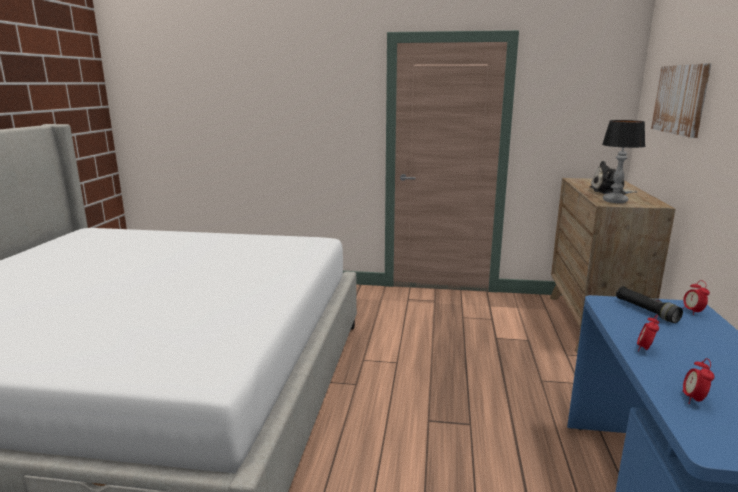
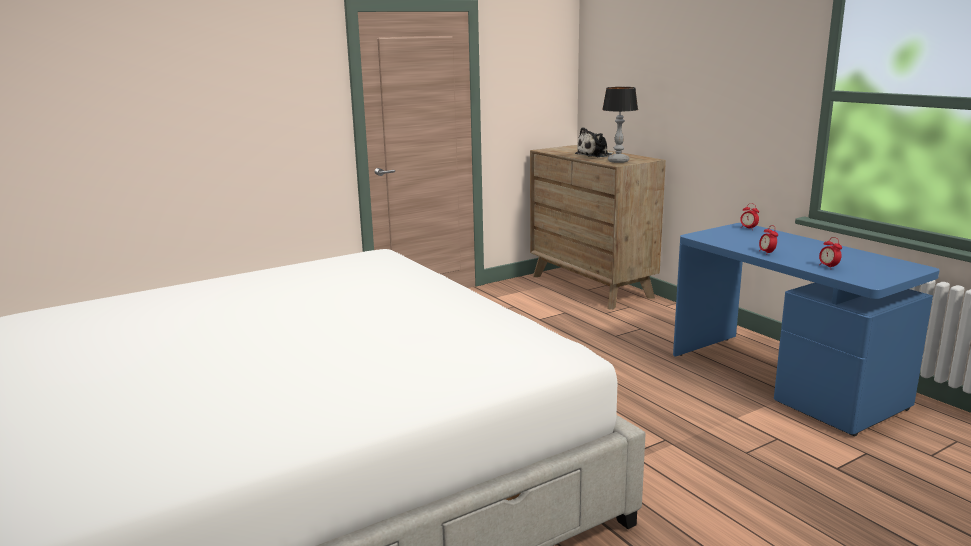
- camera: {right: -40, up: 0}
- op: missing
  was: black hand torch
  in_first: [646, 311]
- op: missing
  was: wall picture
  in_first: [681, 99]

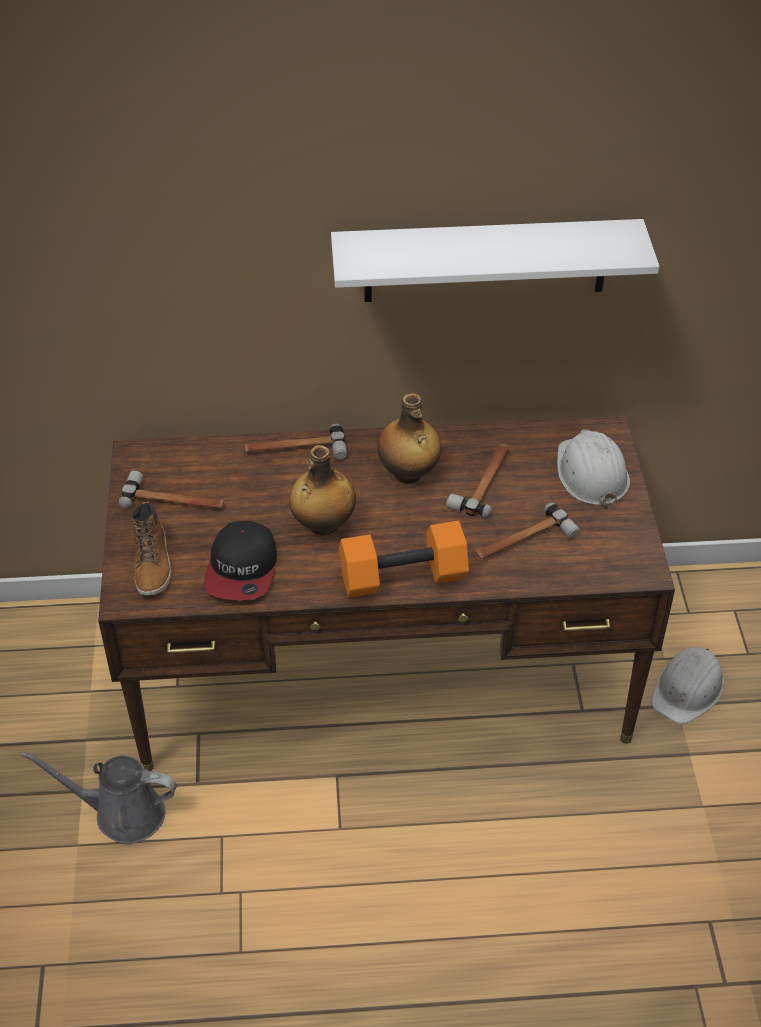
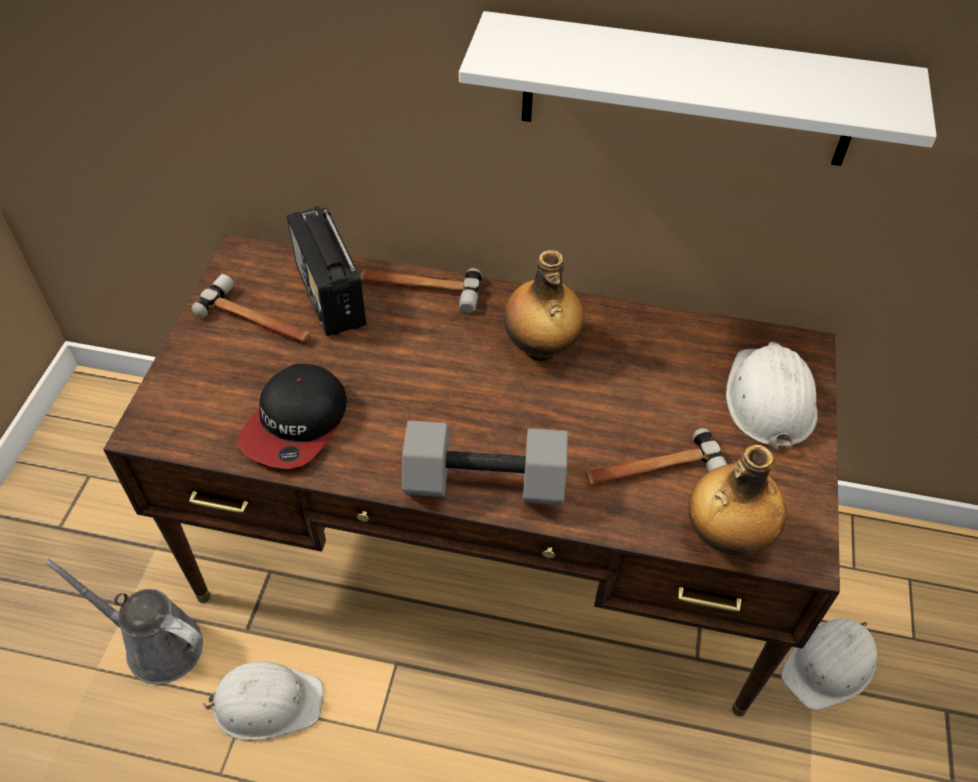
- camera: {right: 15, up: 5}
- op: missing
  was: tall boot
  in_first: [152, 564]
- op: relocated
  was: bottle
  in_first: [322, 525]
  in_second: [724, 536]
- op: colour
  was: orange hand weight
  now: greyish hand weight
  in_first: [402, 578]
  in_second: [483, 485]
- op: missing
  was: tool hammer
  in_first: [484, 482]
- op: appeared
  now: whitish safety helmet
  in_second: [266, 702]
- op: appeared
  now: radio receiver
  in_second: [330, 297]

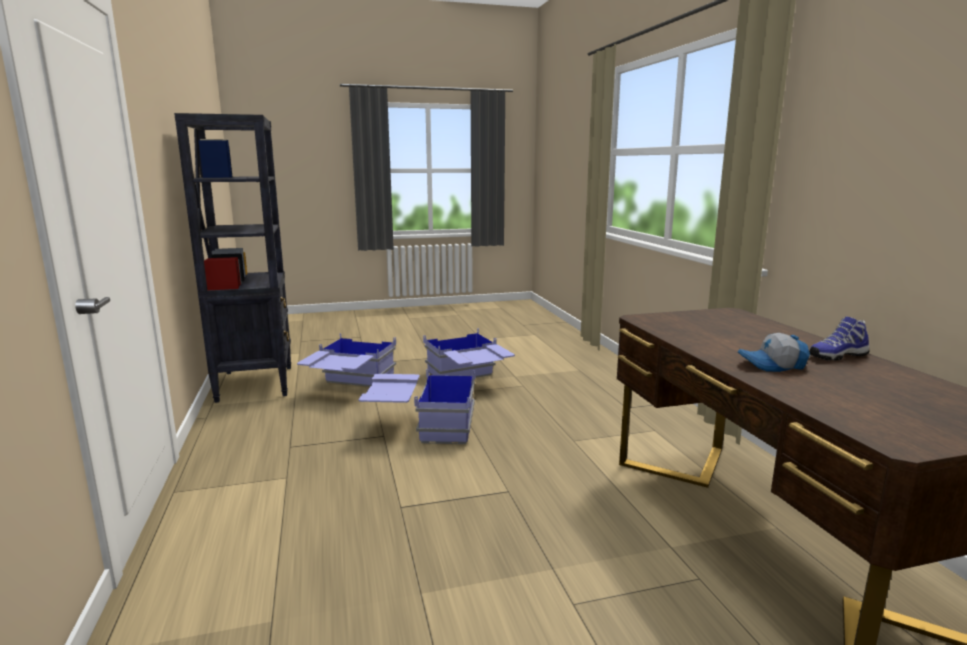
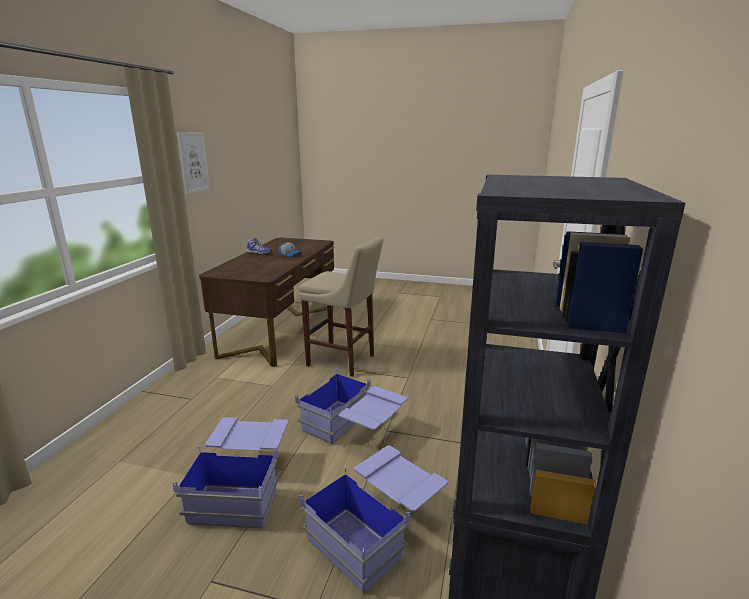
- camera: {right: -150, up: 5}
- op: appeared
  now: wall picture
  in_second: [193, 162]
- op: appeared
  now: beige-coloured stool seat
  in_second: [344, 361]

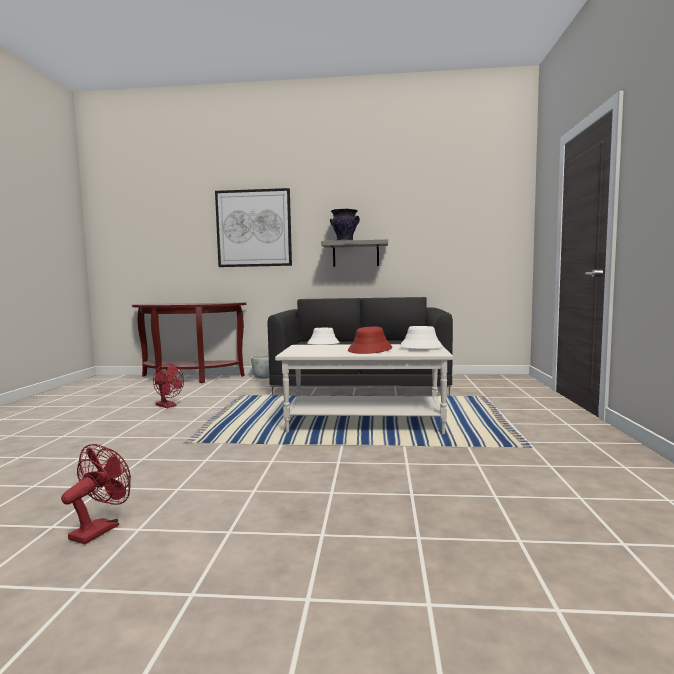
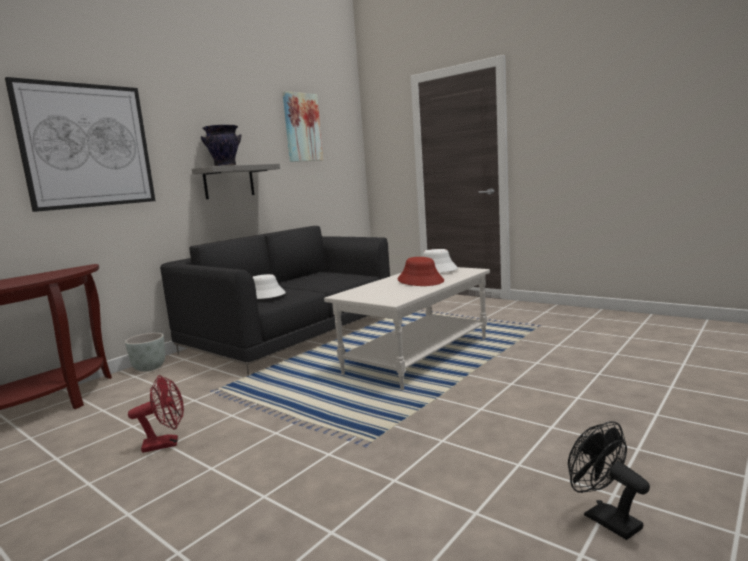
- camera: {right: -55, up: 5}
- op: colour
  was: red cooling fan
  now: black cooling fan
  in_first: [100, 529]
  in_second: [604, 518]
- op: appeared
  now: wall picture
  in_second: [302, 127]

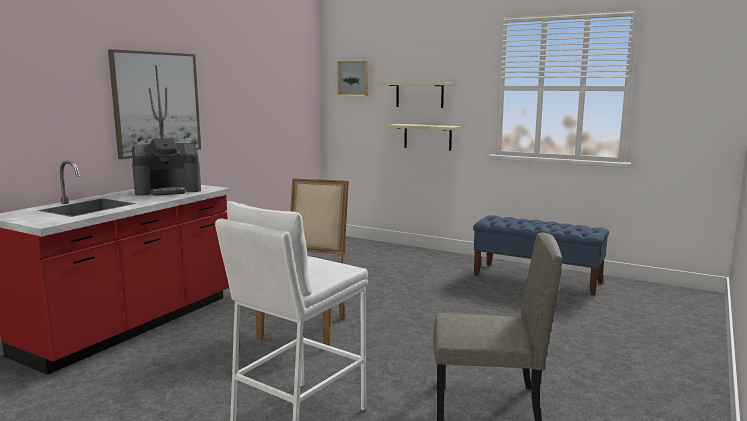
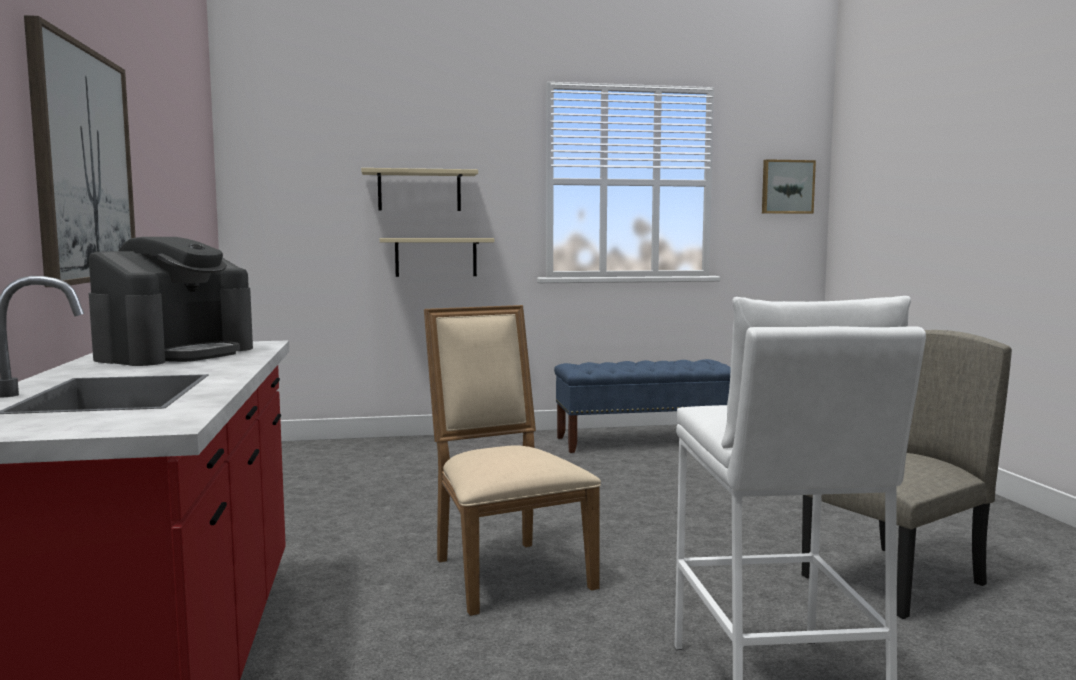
- camera: {right: -40, up: -5}
- op: relocated
  was: wall picture
  in_first: [353, 78]
  in_second: [787, 187]

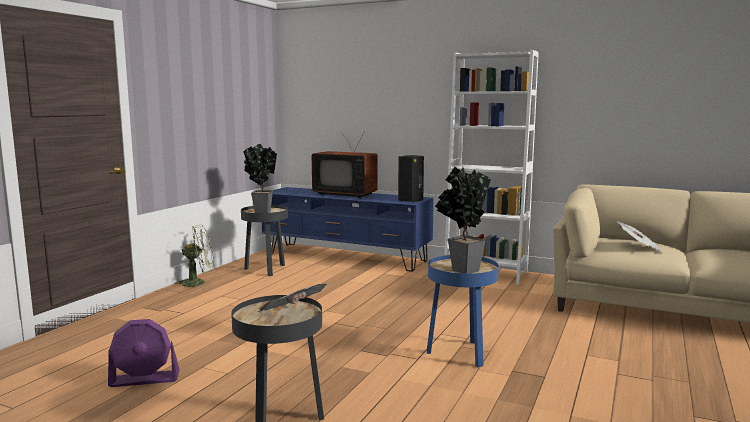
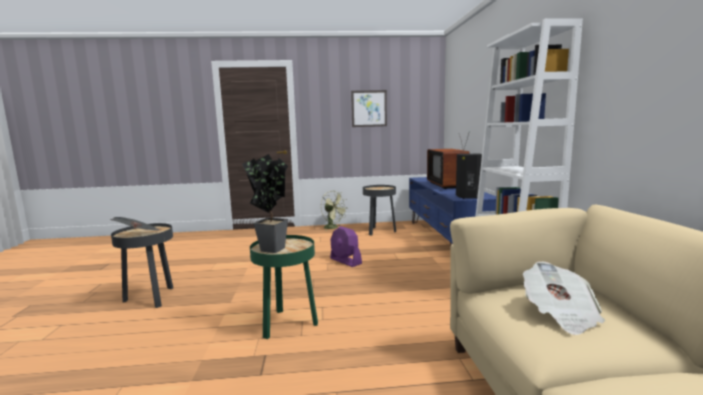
- camera: {right: 60, up: 0}
- op: relocated
  was: purple-coloured cooling fan
  in_first: [145, 379]
  in_second: [345, 261]
- op: missing
  was: plant in a pot
  in_first: [260, 212]
- op: colour
  was: blue accent table
  now: green-coloured accent table
  in_first: [461, 353]
  in_second: [287, 324]
- op: appeared
  now: wall picture
  in_second: [369, 108]

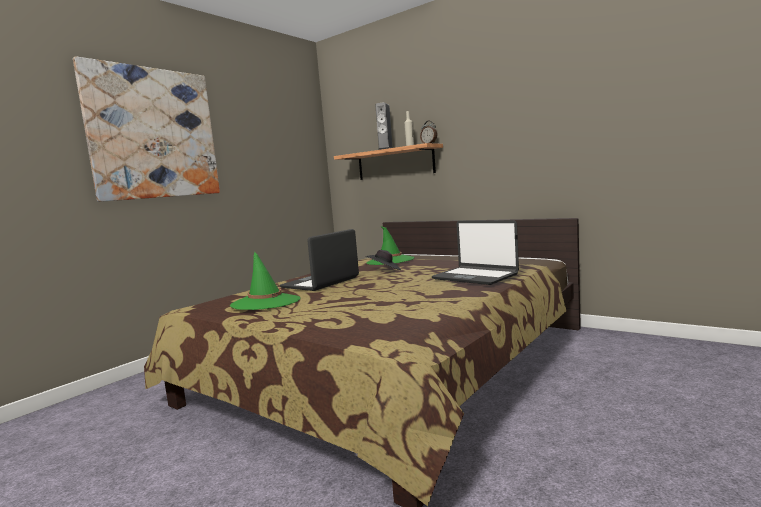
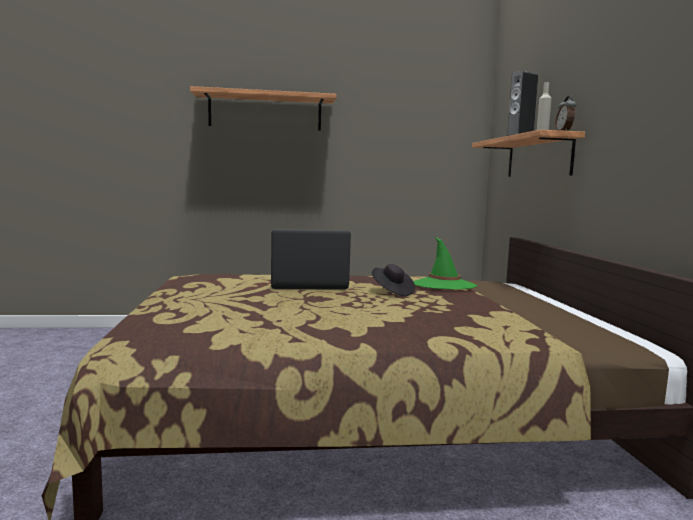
- camera: {right: 45, up: 0}
- op: exchanged
  was: wall picture
  now: bracket shelf
  in_first: [153, 133]
  in_second: [265, 112]
- op: missing
  was: green-coloured wearable hat
  in_first: [266, 303]
- op: missing
  was: notebook computer
  in_first: [475, 277]

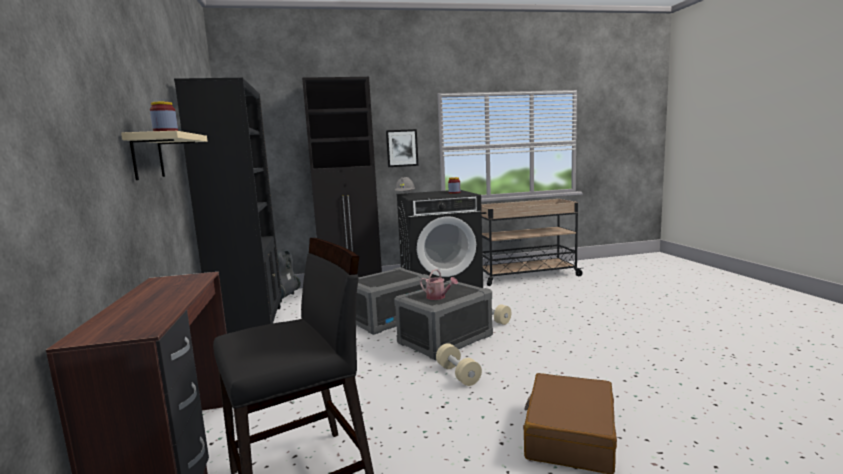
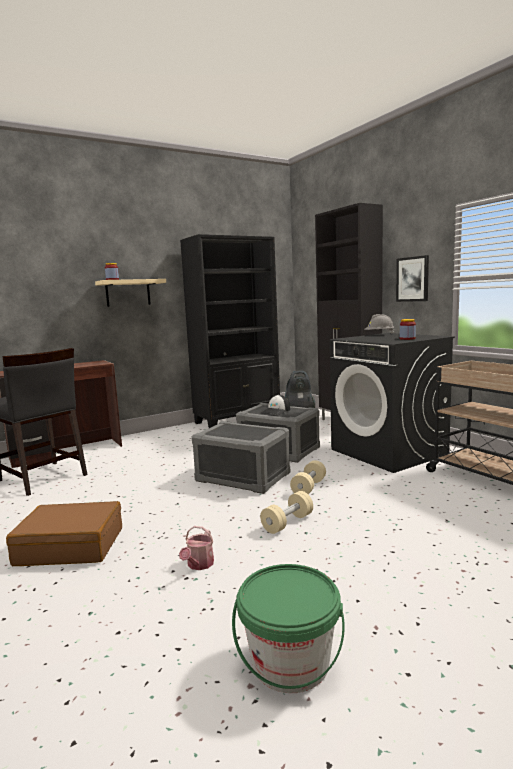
- camera: {right: 70, up: 0}
- op: relocated
  was: watering can
  in_first: [438, 297]
  in_second: [199, 565]
- op: relocated
  was: beige-coloured hand weight
  in_first: [458, 374]
  in_second: [287, 523]
- op: appeared
  now: green-coloured pail
  in_second: [290, 662]
- op: appeared
  now: baseball cap
  in_second: [276, 411]

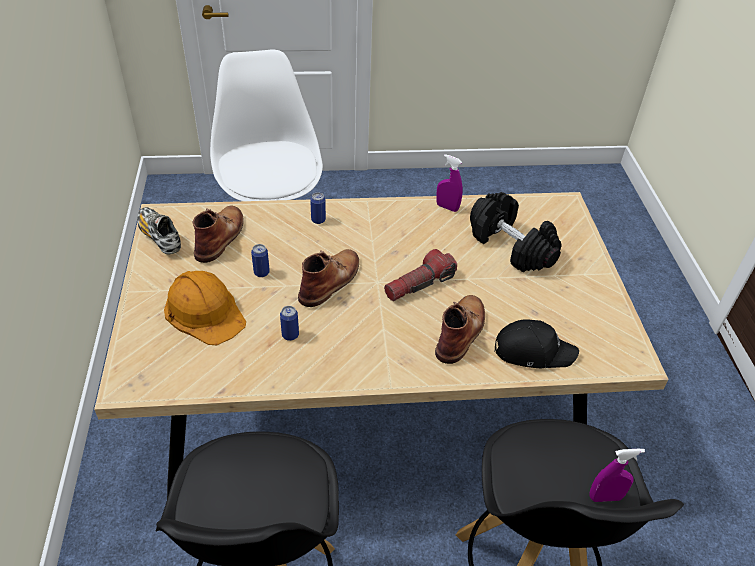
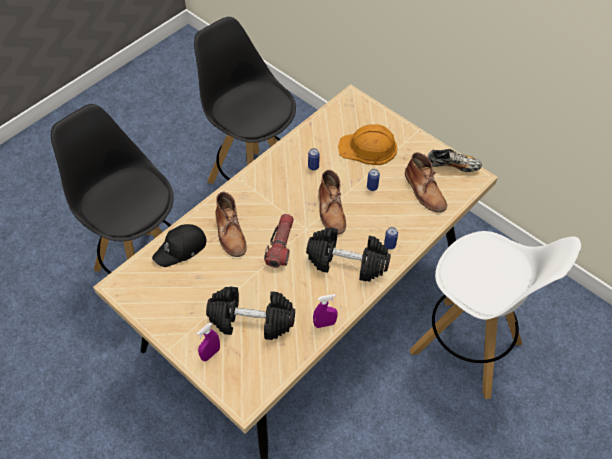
- camera: {right: 140, up: 10}
- op: relocated
  was: purple-coloured spray bottle
  in_first: [605, 497]
  in_second: [210, 354]
- op: appeared
  now: black hand weight
  in_second: [347, 262]

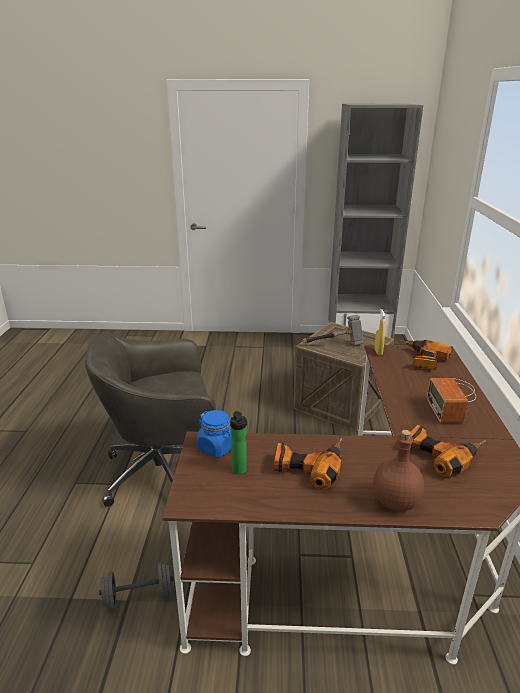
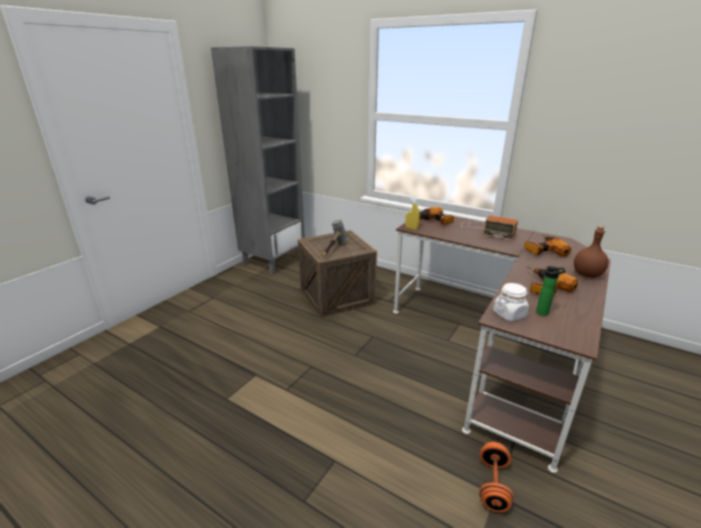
- camera: {right: -60, up: 0}
- op: missing
  was: greyish office chair
  in_first: [164, 472]
- op: colour
  was: greyish hand weight
  now: orange hand weight
  in_first: [138, 596]
  in_second: [493, 485]
- op: colour
  was: blue storage jar
  now: whitish storage jar
  in_first: [217, 447]
  in_second: [509, 314]

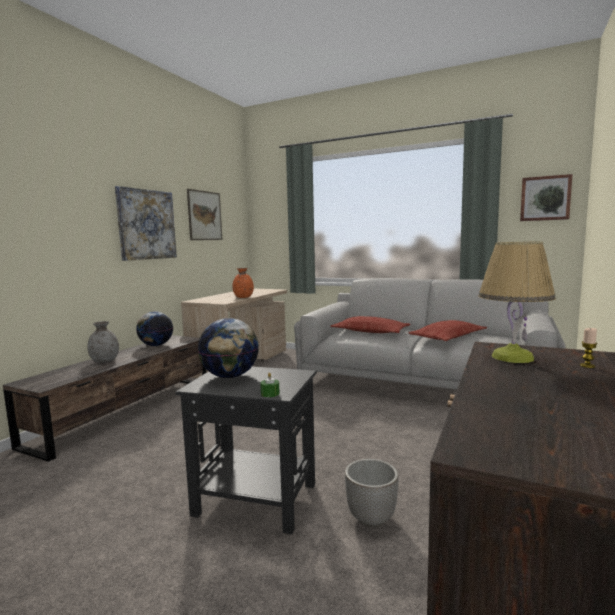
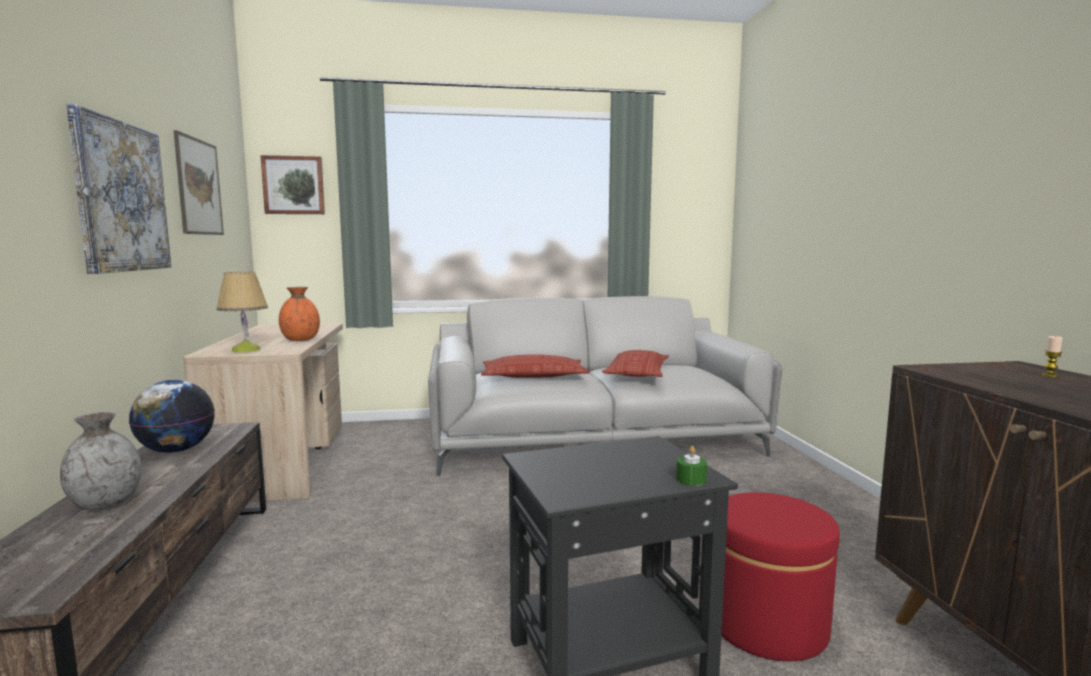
- camera: {right: -35, up: 0}
- op: missing
  was: globe
  in_first: [230, 376]
- op: exchanged
  was: plant pot
  now: red footrest
  in_first: [372, 518]
  in_second: [767, 624]
- op: relocated
  was: tabletop lamp
  in_first: [512, 357]
  in_second: [246, 349]
- op: relocated
  was: wall picture
  in_first: [545, 198]
  in_second: [294, 185]

